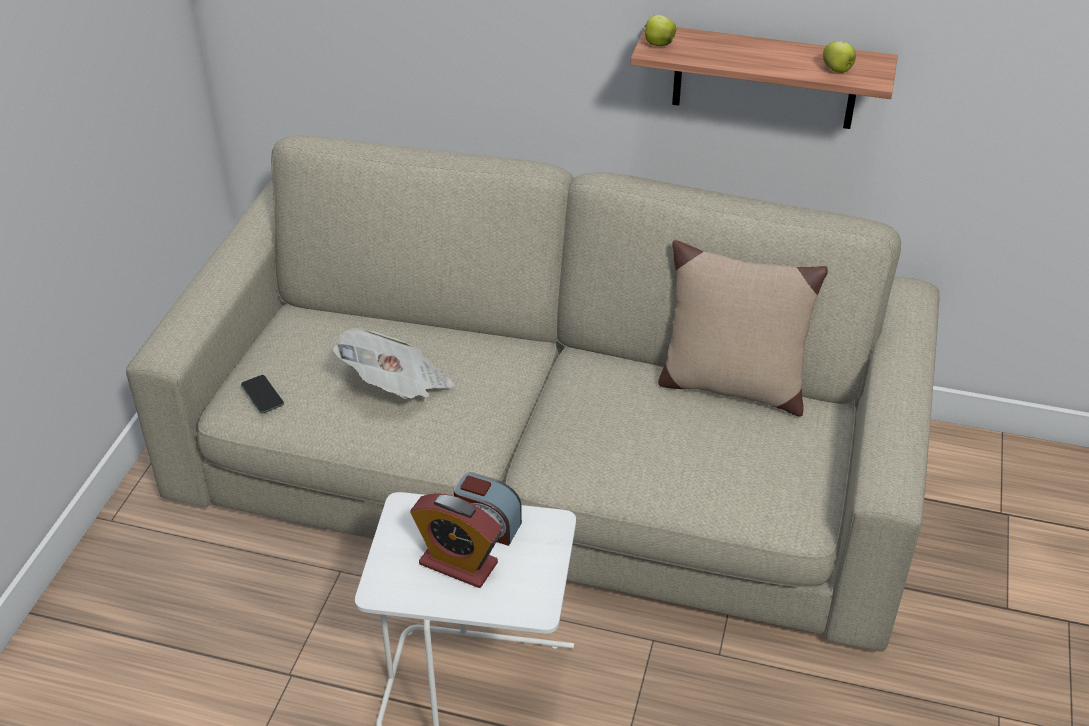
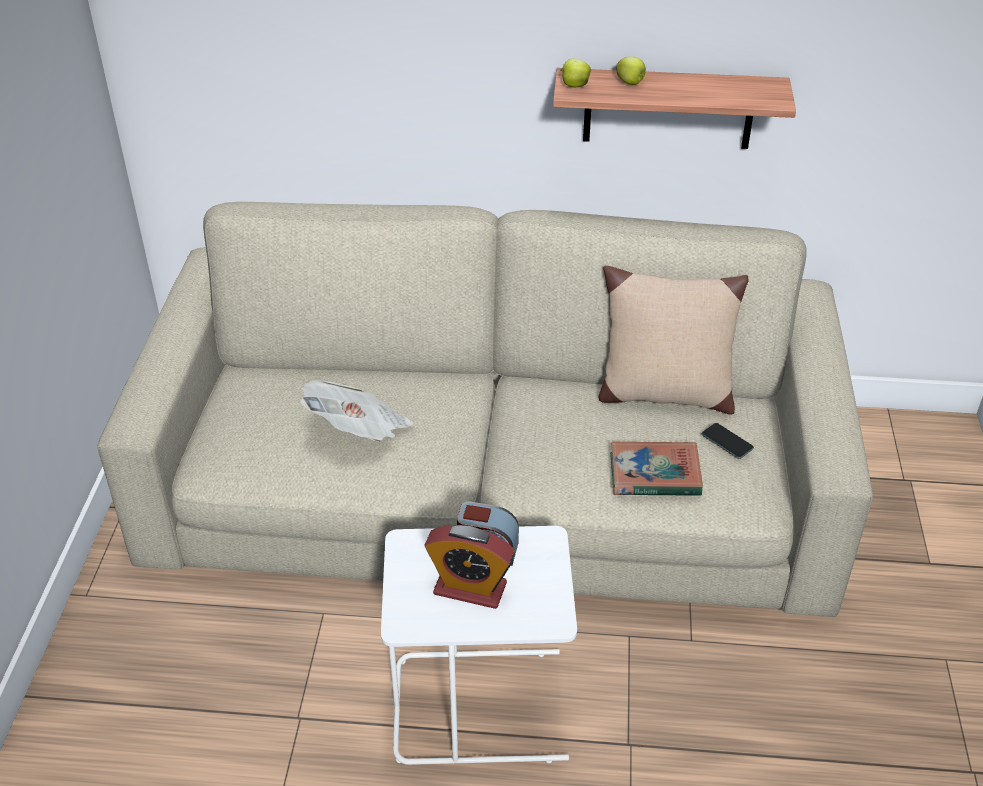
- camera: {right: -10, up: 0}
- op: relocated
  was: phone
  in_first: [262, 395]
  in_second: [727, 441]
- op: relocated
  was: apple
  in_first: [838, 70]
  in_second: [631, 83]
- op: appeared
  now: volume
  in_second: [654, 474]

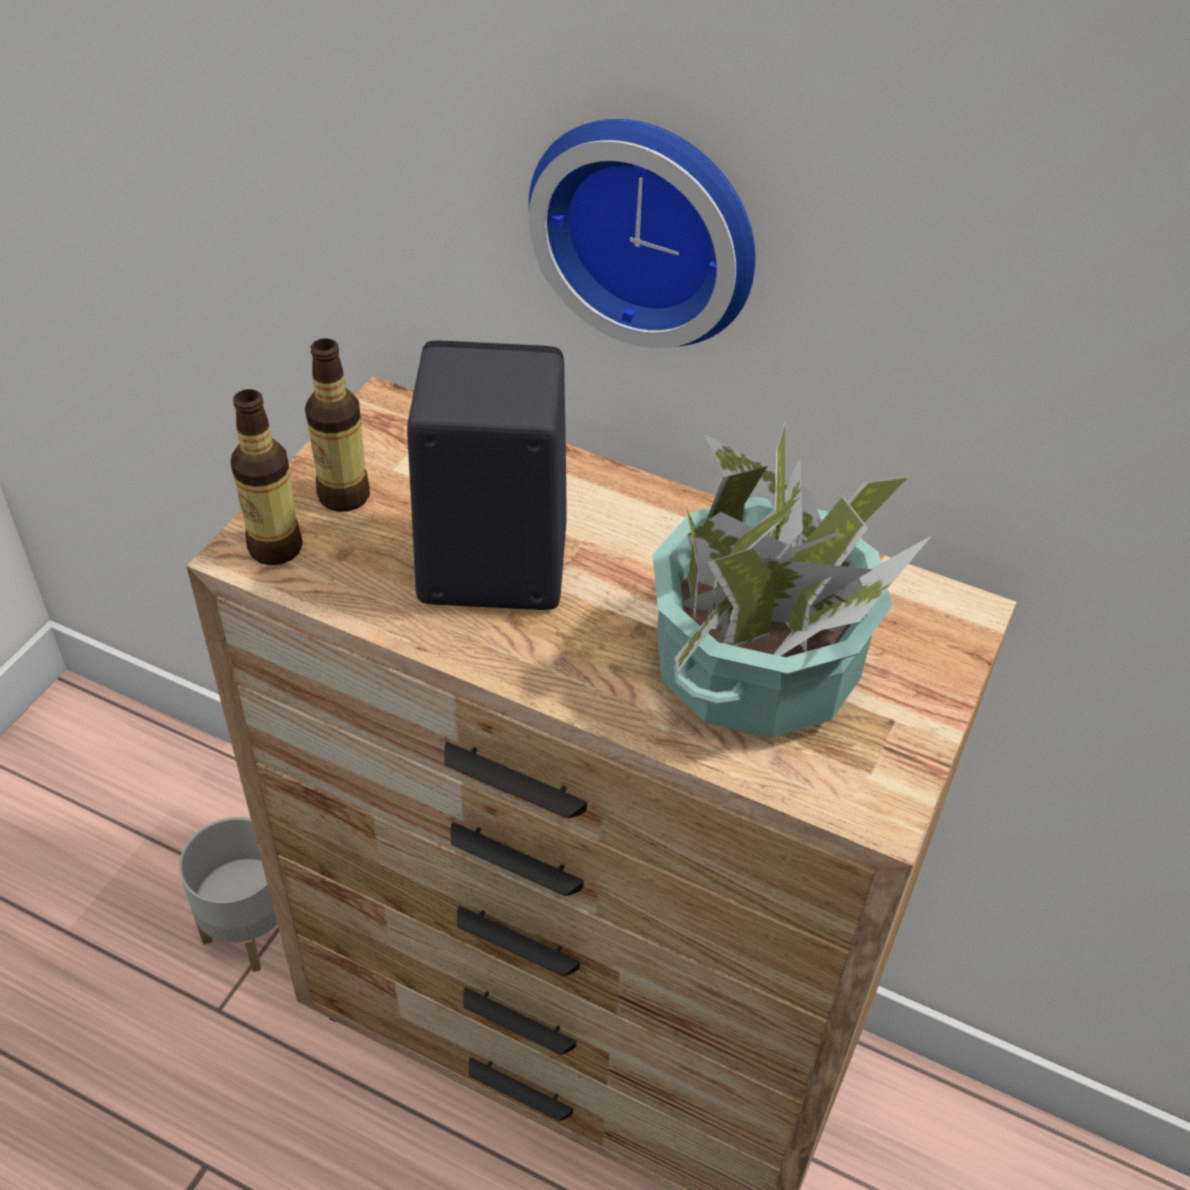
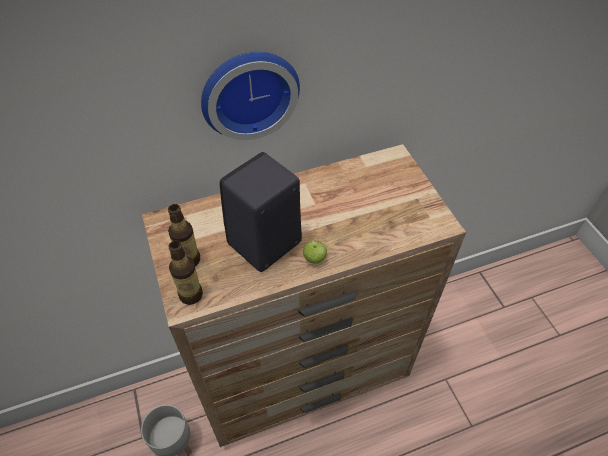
- camera: {right: -45, up: 5}
- op: missing
  was: plant in a pot
  in_first: [756, 667]
- op: appeared
  now: apple
  in_second: [314, 258]

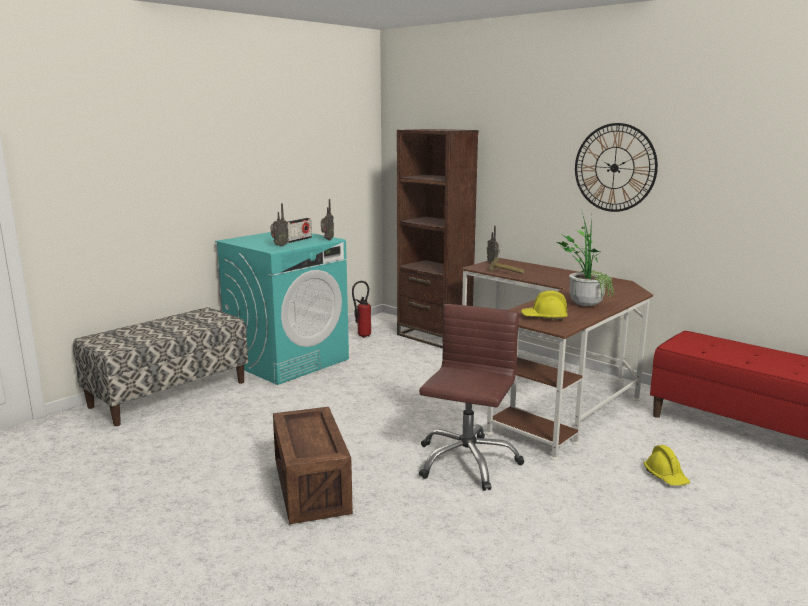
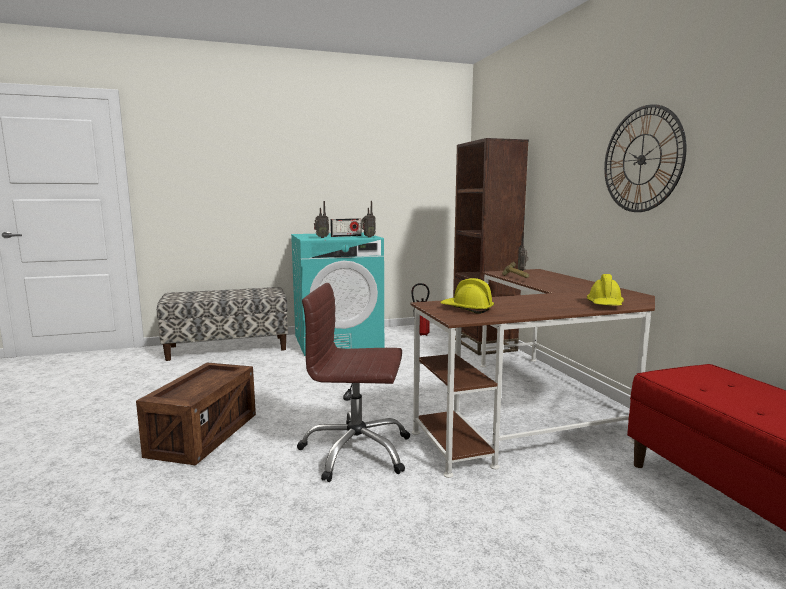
- camera: {right: 30, up: -5}
- op: spun
  was: brownish office chair
  in_first: [466, 461]
  in_second: [356, 451]
  clockwise: -135
- op: missing
  was: plant in a pot
  in_first: [583, 303]
- op: relocated
  was: yellow safety helmet
  in_first: [666, 476]
  in_second: [605, 305]

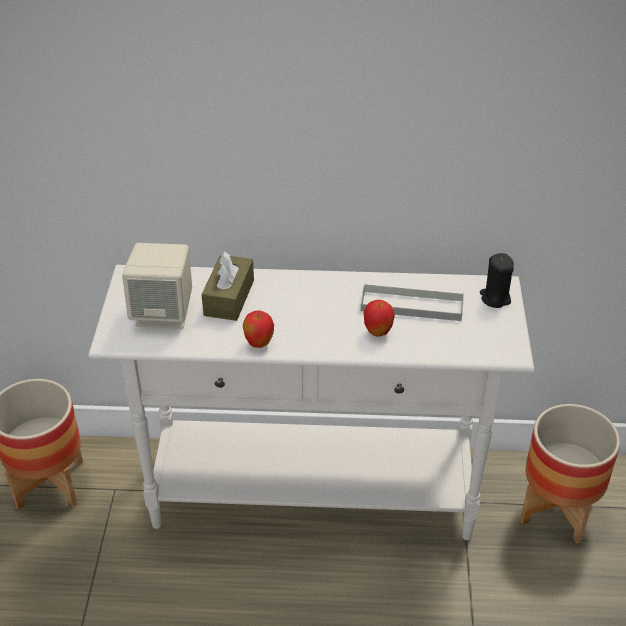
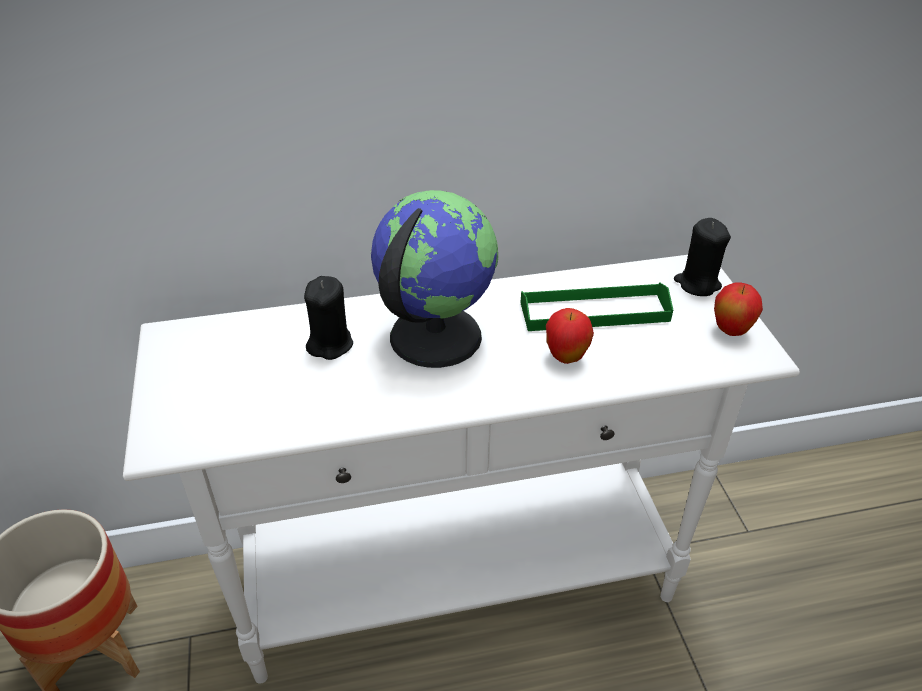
- camera: {right: -15, up: 0}
- op: missing
  was: beige-coloured loudspeaker
  in_first: [163, 313]
- op: exchanged
  was: brownish tissue box
  now: black wax light
  in_first: [229, 298]
  in_second: [330, 344]
- op: relocated
  was: apple
  in_first: [259, 344]
  in_second: [730, 331]
- op: colour
  was: greyish tray
  now: green-coloured tray
  in_first: [411, 305]
  in_second: [594, 312]
- op: missing
  was: plant pot
  in_first: [557, 511]
- op: appeared
  now: globe
  in_second: [434, 335]

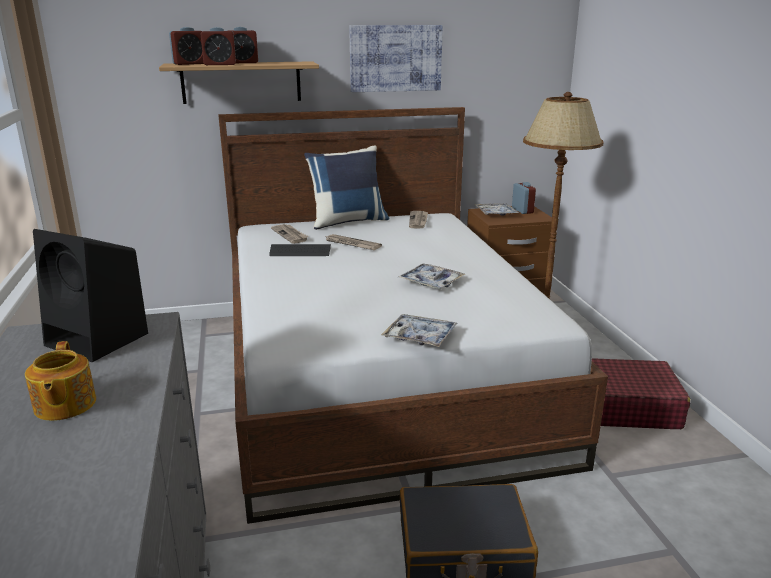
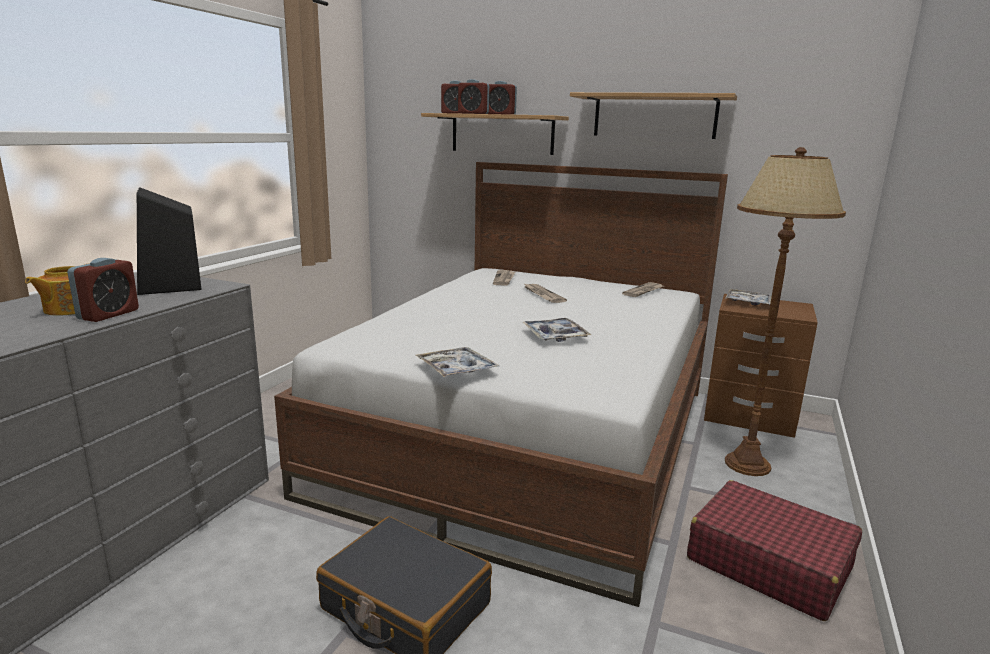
- camera: {right: 35, up: -5}
- op: missing
  was: PC keyboard
  in_first: [300, 252]
- op: missing
  was: blue pillow
  in_first: [348, 221]
- op: exchanged
  was: wall picture
  now: bracket shelf
  in_first: [395, 58]
  in_second: [654, 116]
- op: relocated
  was: table clock
  in_first: [522, 210]
  in_second: [108, 314]

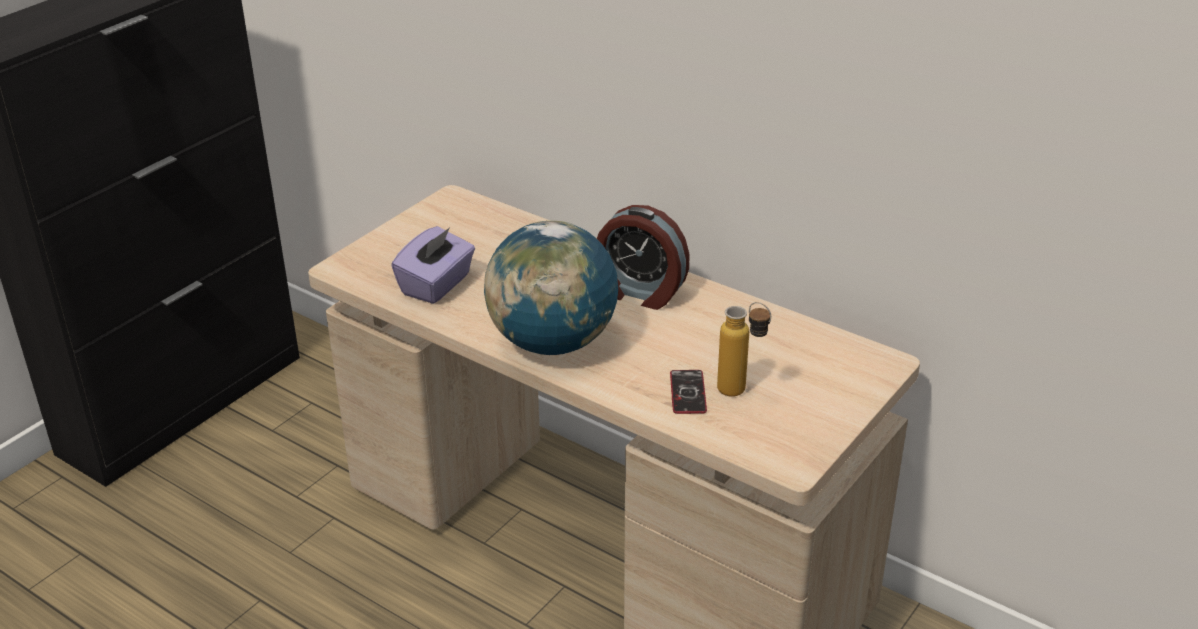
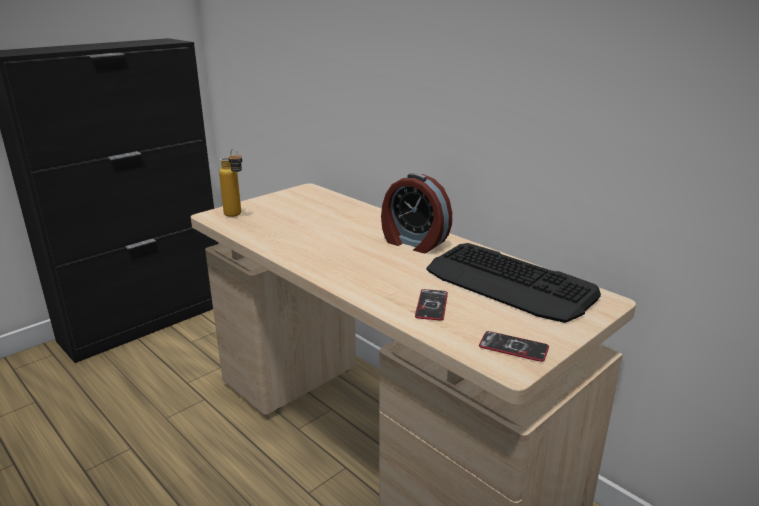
- camera: {right: 10, up: -10}
- op: missing
  was: purple-coloured tissue box
  in_first: [436, 285]
- op: missing
  was: globe
  in_first: [553, 343]
- op: relocated
  was: bottle
  in_first: [741, 393]
  in_second: [236, 216]
- op: appeared
  now: PC keyboard
  in_second: [509, 283]
- op: appeared
  now: phone
  in_second: [513, 347]

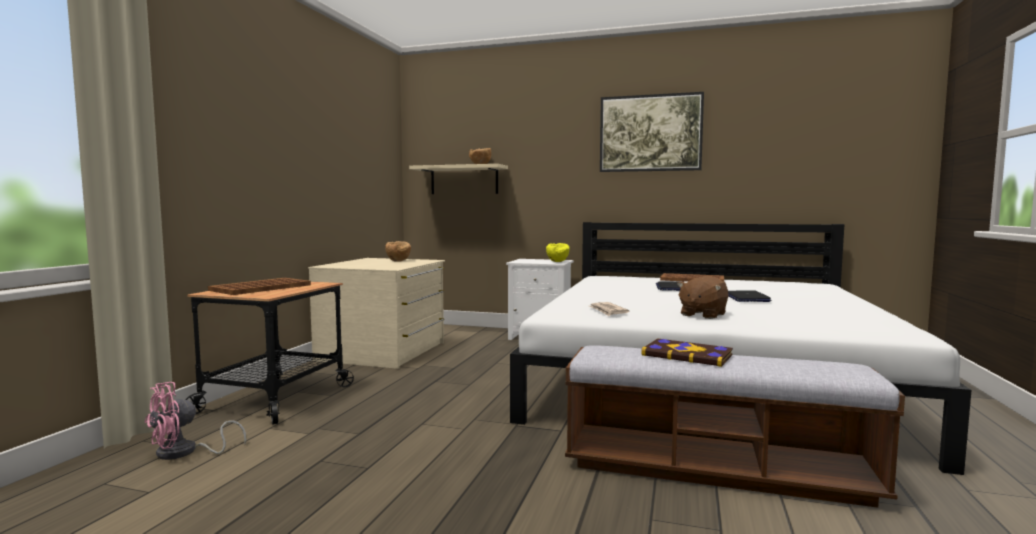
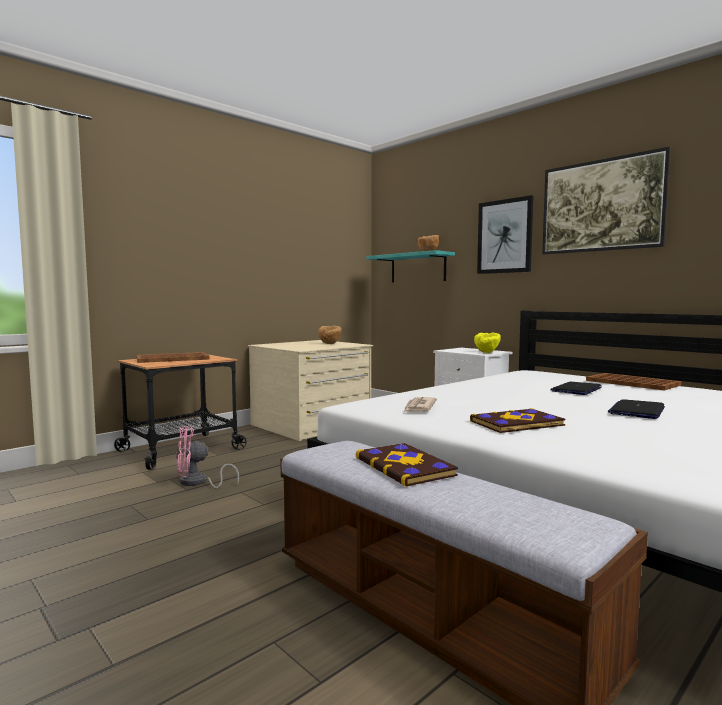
- camera: {right: 30, up: 0}
- op: relocated
  was: pinkish cooling fan
  in_first: [184, 453]
  in_second: [198, 483]
- op: colour
  was: beige-coloured bracket shelf
  now: turquoise bracket shelf
  in_first: [464, 180]
  in_second: [418, 268]
- op: exchanged
  was: brownish soft toy
  now: volume
  in_first: [702, 314]
  in_second: [517, 424]
- op: appeared
  now: wall picture
  in_second: [505, 236]

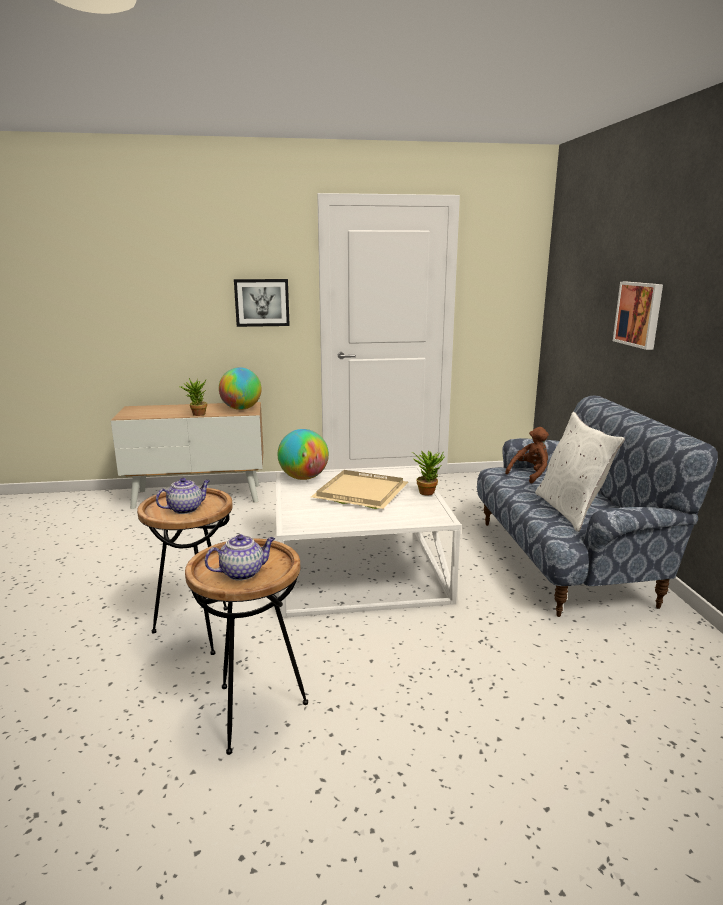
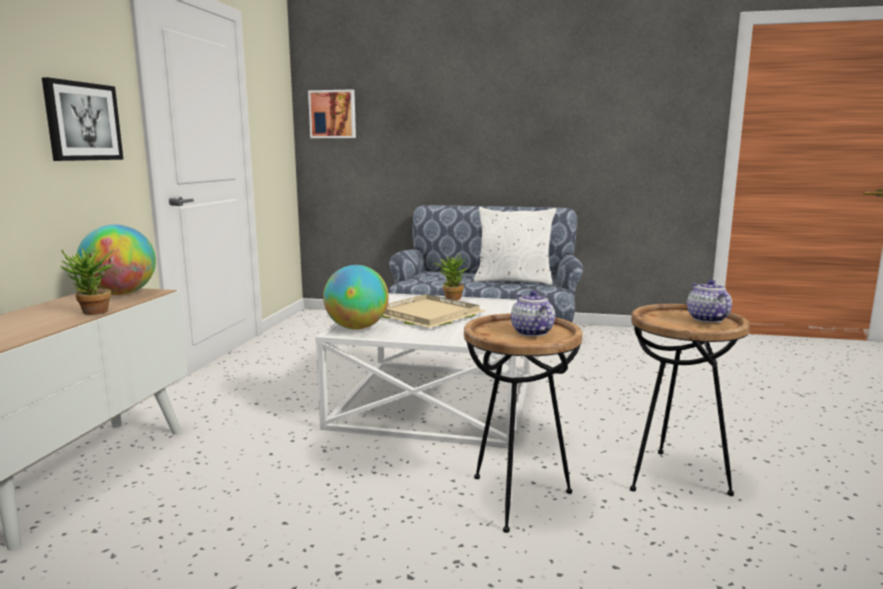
- camera: {right: -70, up: -5}
- op: missing
  was: brownish soft toy
  in_first: [530, 474]
- op: relocated
  was: wall picture
  in_first: [639, 314]
  in_second: [333, 114]

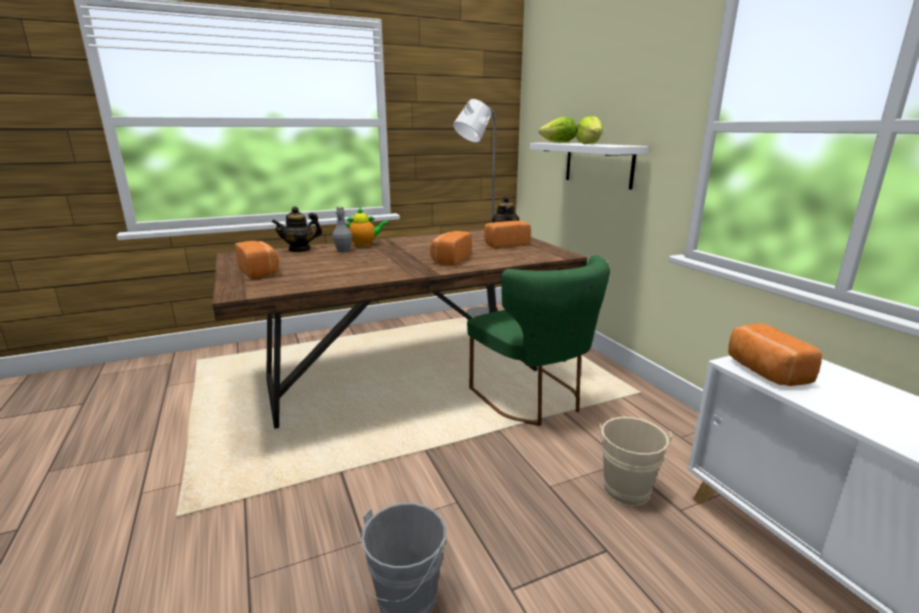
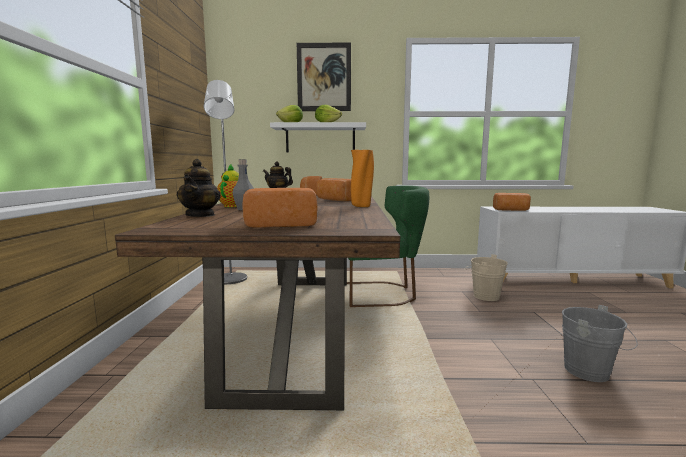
- camera: {right: -65, up: -10}
- op: appeared
  now: wall picture
  in_second: [324, 77]
- op: appeared
  now: orange flower vase
  in_second: [361, 206]

